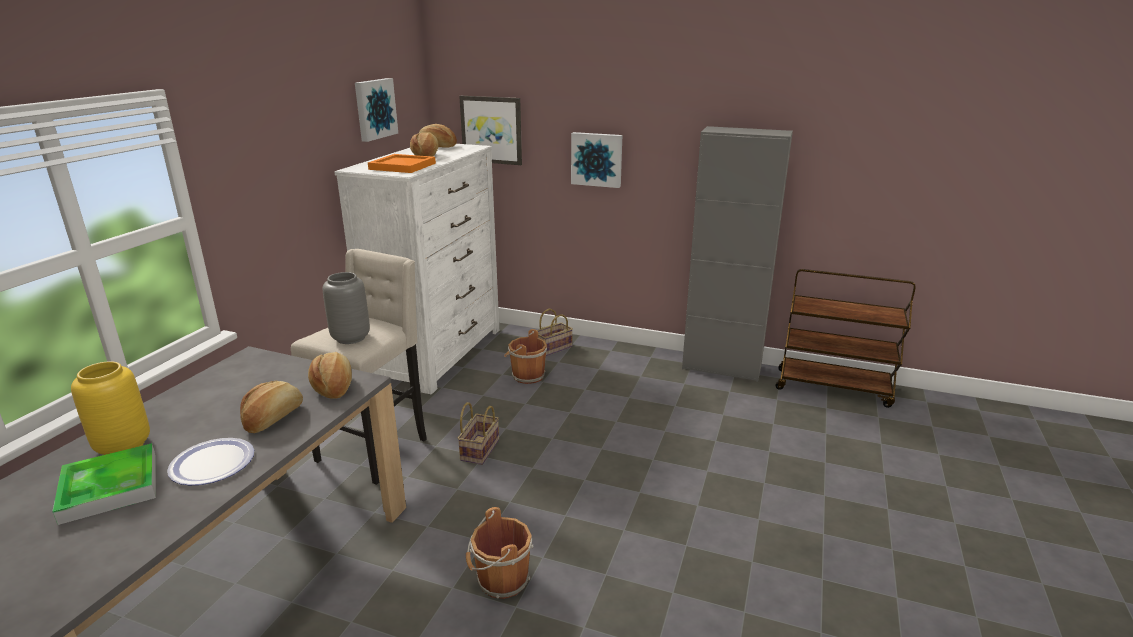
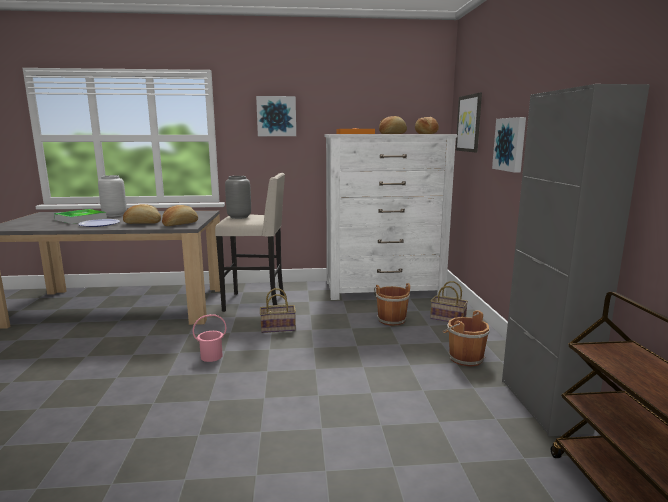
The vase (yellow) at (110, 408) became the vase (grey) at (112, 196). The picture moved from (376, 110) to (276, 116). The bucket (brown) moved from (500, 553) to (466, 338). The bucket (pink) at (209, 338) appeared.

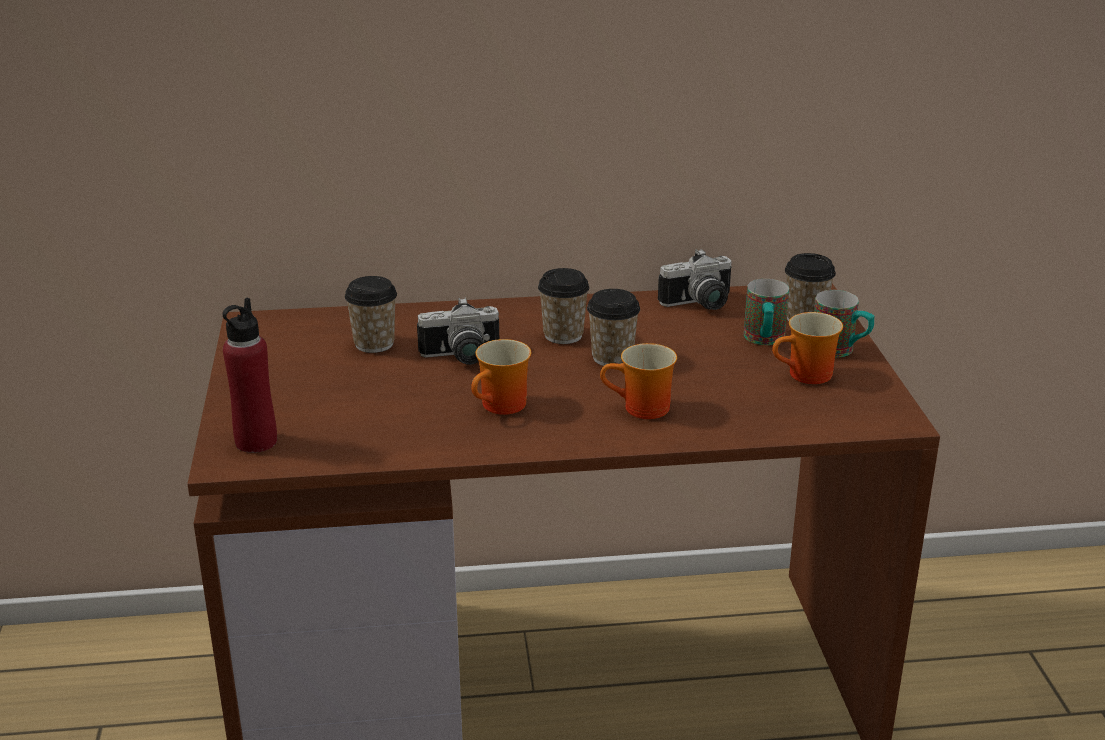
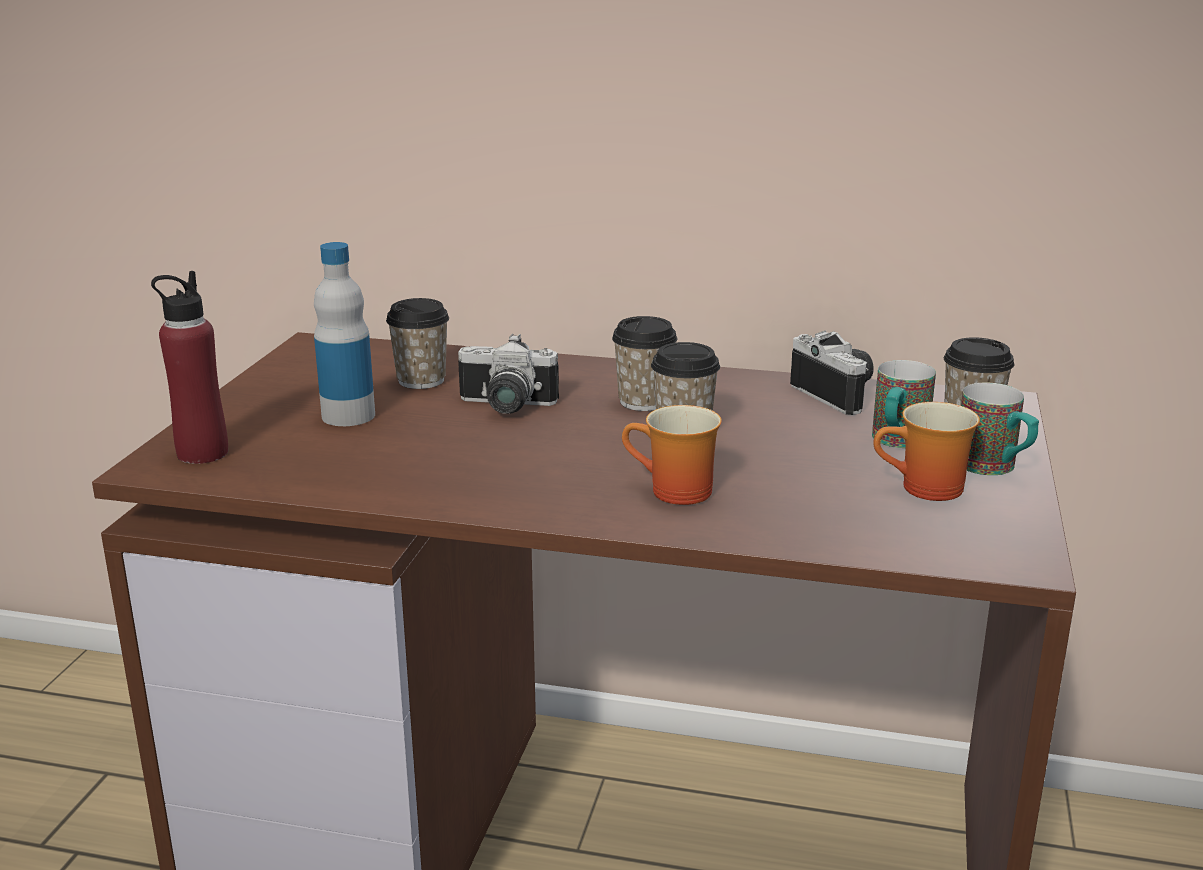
The mug at (501, 377) disappeared. The photo camera at (695, 279) turned 120 degrees counterclockwise. The bottle at (344, 334) appeared.

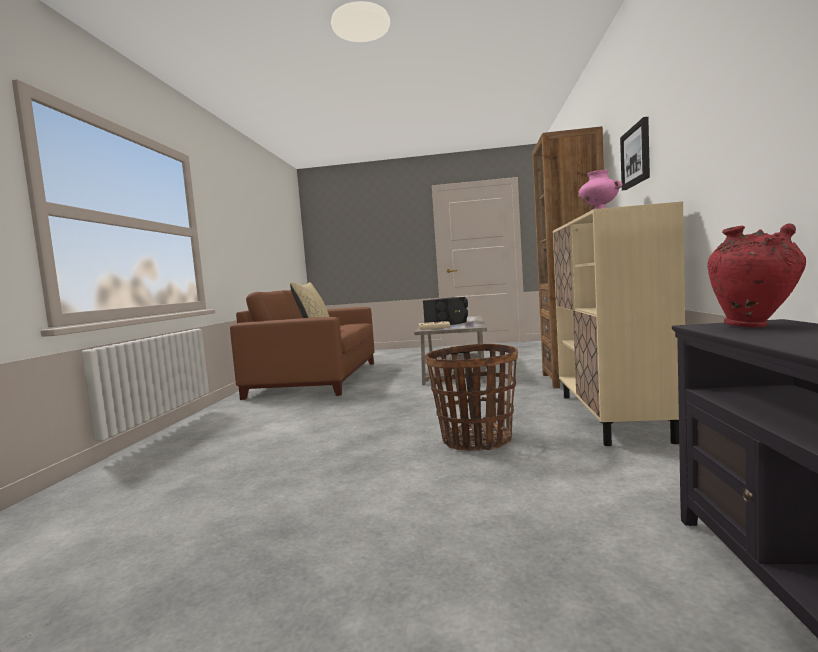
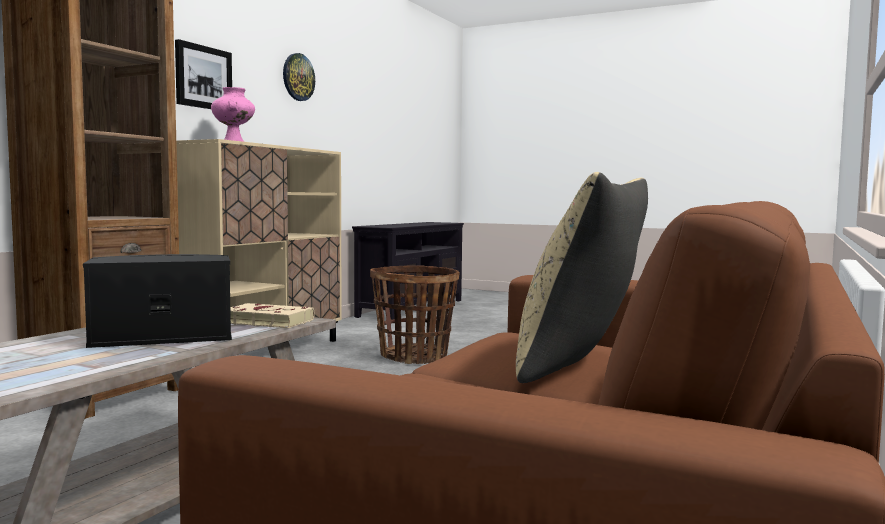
The vase (red) at (756, 275) disappeared. The wall clock at (299, 77) appeared.

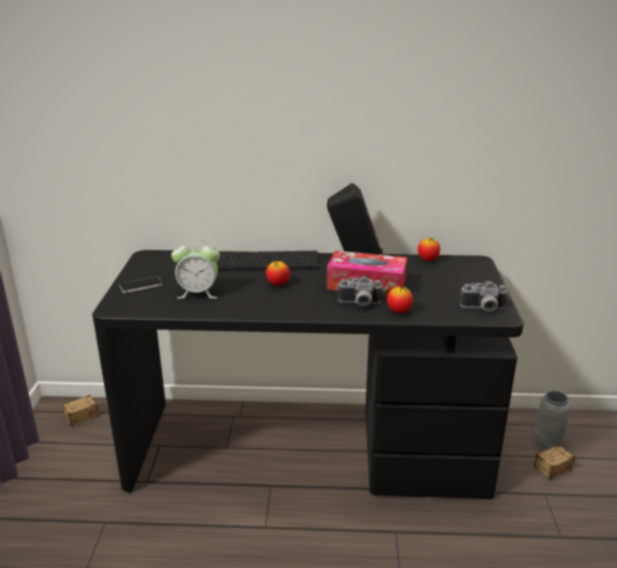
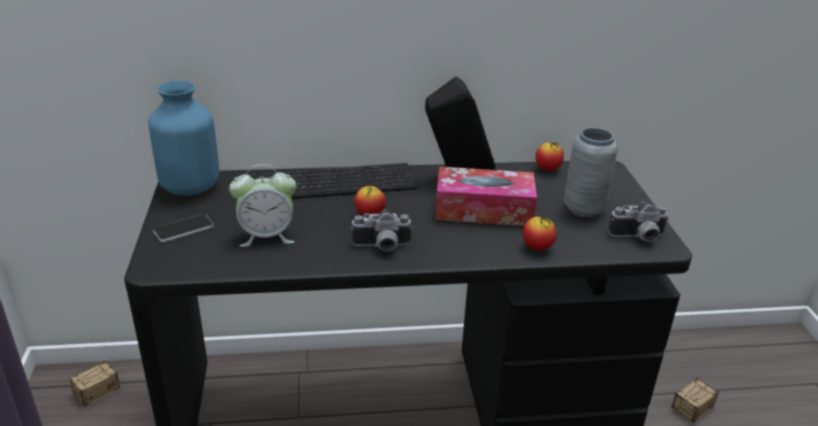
The photo camera moved from (360, 290) to (382, 230). The vase (grey) moved from (552, 420) to (591, 172). The vase (blue) at (184, 138) appeared.

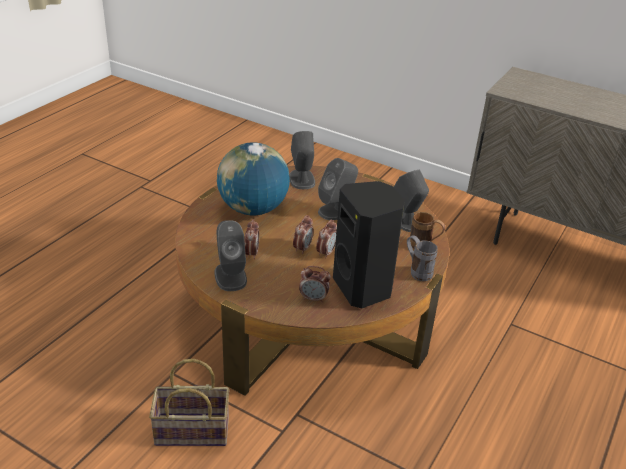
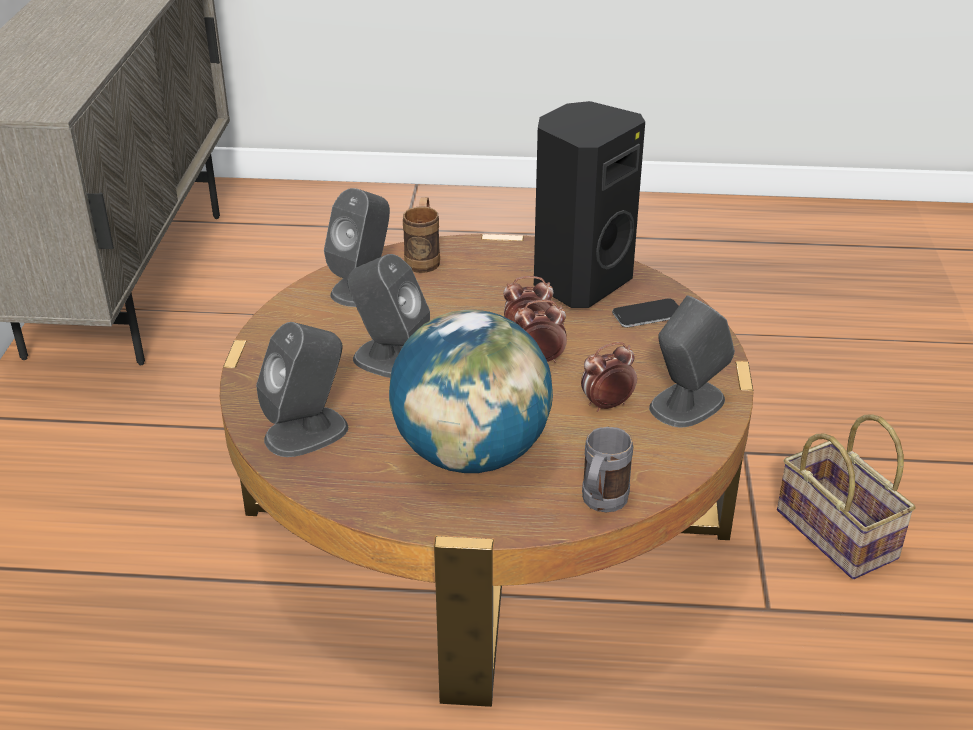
The alarm clock at (315, 284) was replaced by the phone at (645, 312). The mug (grey) moved from (422, 258) to (607, 469).

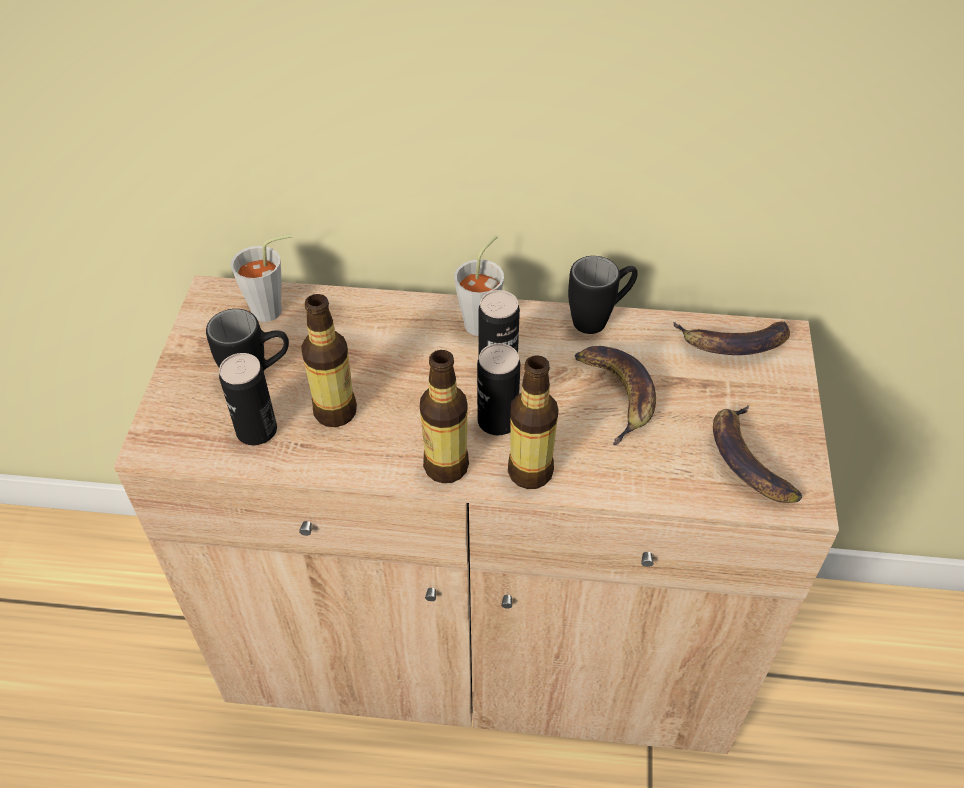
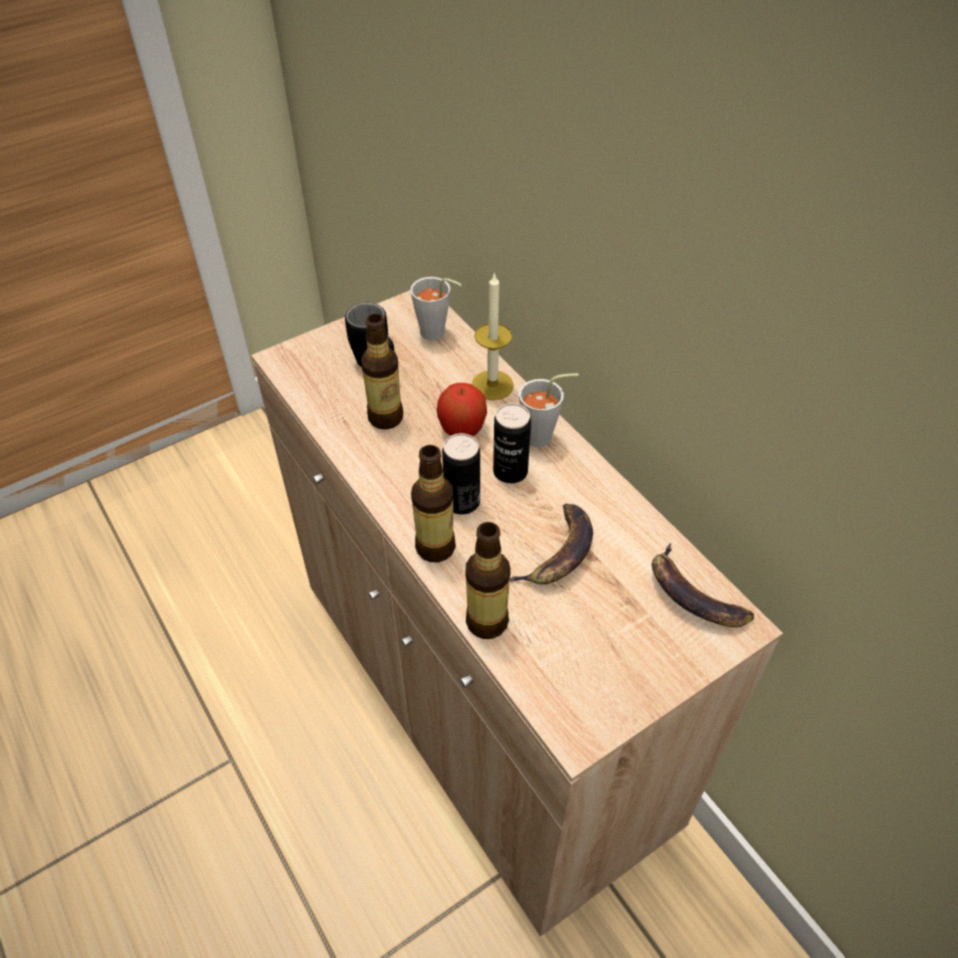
The can at (248, 399) disappeared. The bottle moved from (444, 416) to (488, 580). The mug (black) at (603, 295) disappeared. The banana at (757, 454) disappeared. The apple at (462, 409) appeared. The candle at (493, 336) appeared.

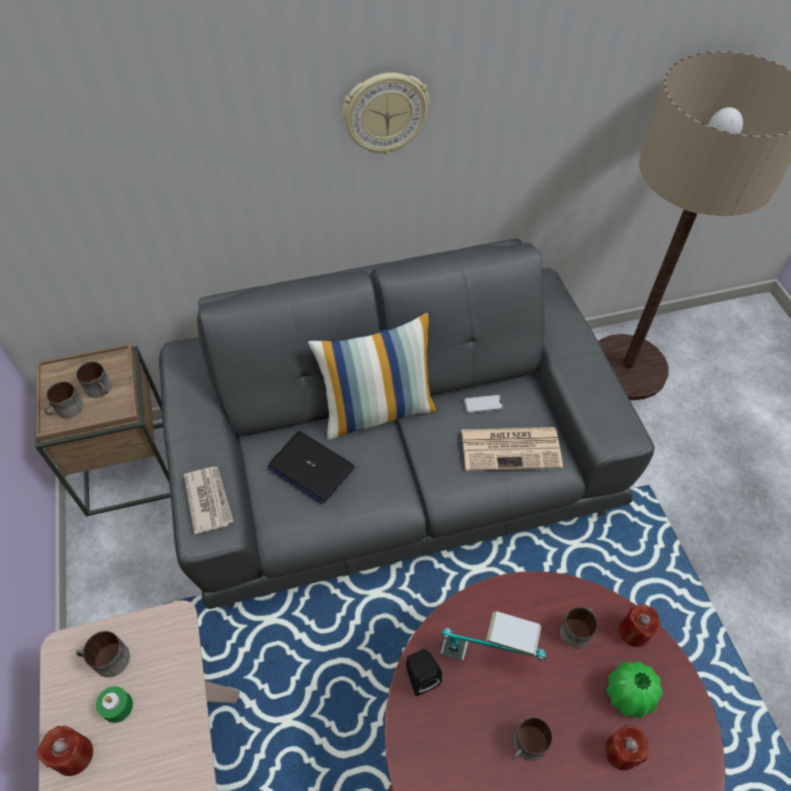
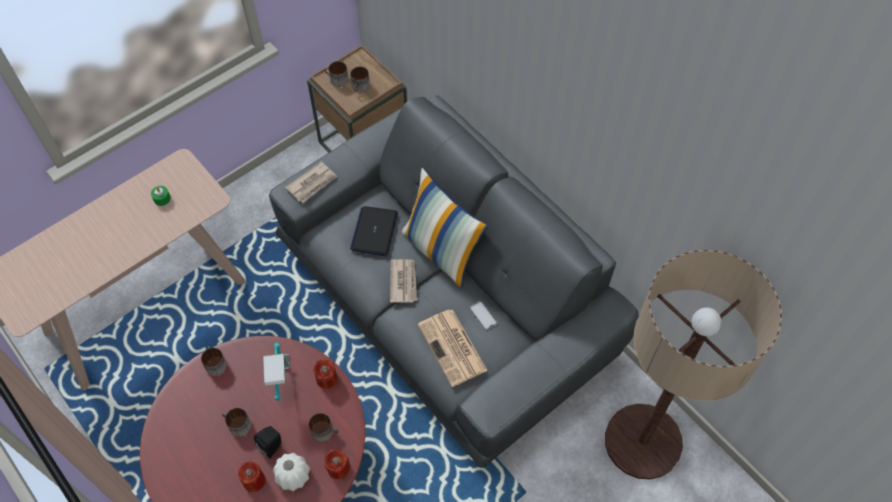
The candle (red) moved from (64, 751) to (325, 374). The mug moved from (103, 654) to (214, 361). The wall clock at (386, 113) disappeared. The speaker (black) moved from (424, 672) to (267, 442). The vase (green) at (634, 690) became the vase (white) at (291, 472). The newspaper at (403, 281) appeared.

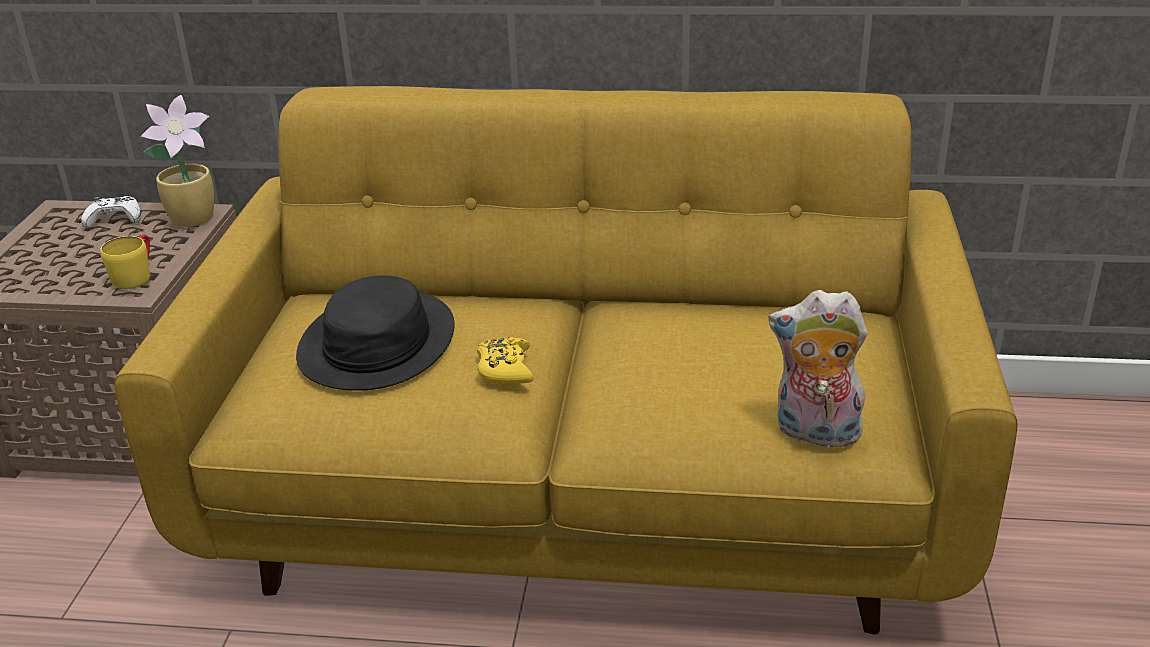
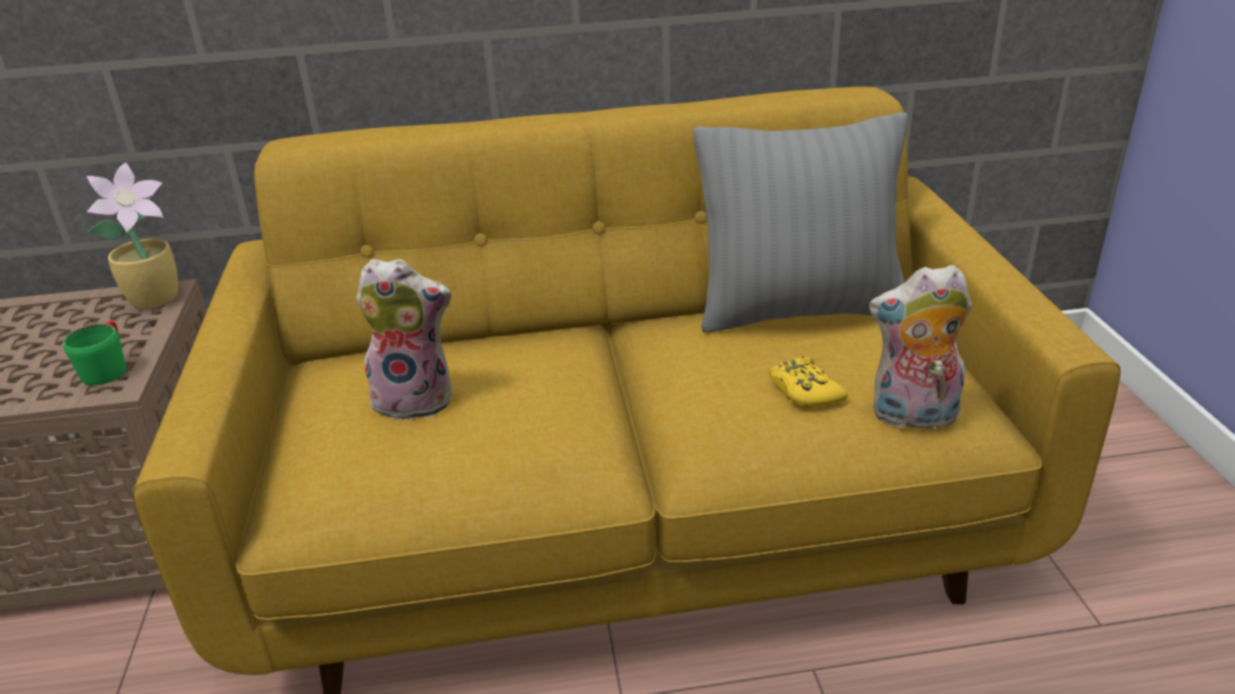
The game controller (white) at (111, 212) disappeared. The mug (yellow) at (125, 261) became the mug (green) at (94, 353). The hat (black) at (375, 332) was replaced by the plush toy at (404, 340). The game controller (yellow) moved from (505, 361) to (808, 382). The pillow (grey) at (800, 222) appeared.

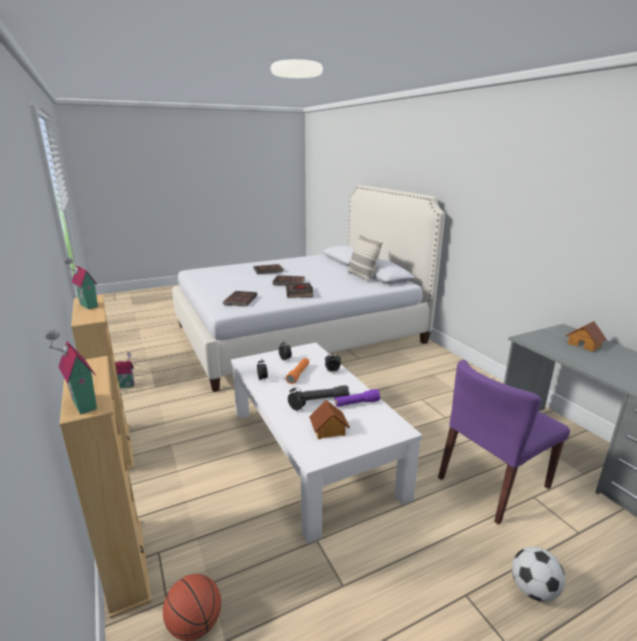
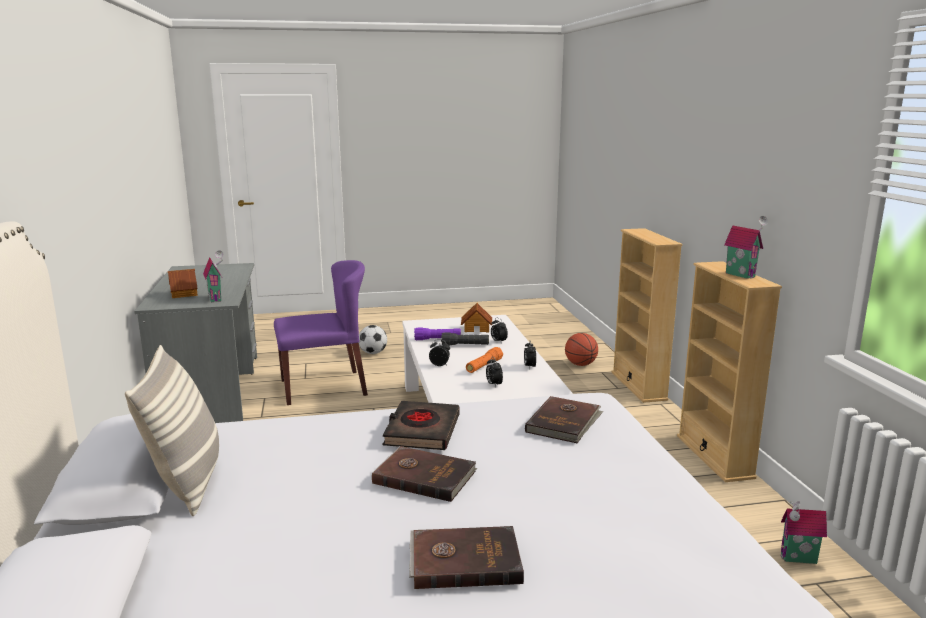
The toy house moved from (70, 372) to (213, 276).

